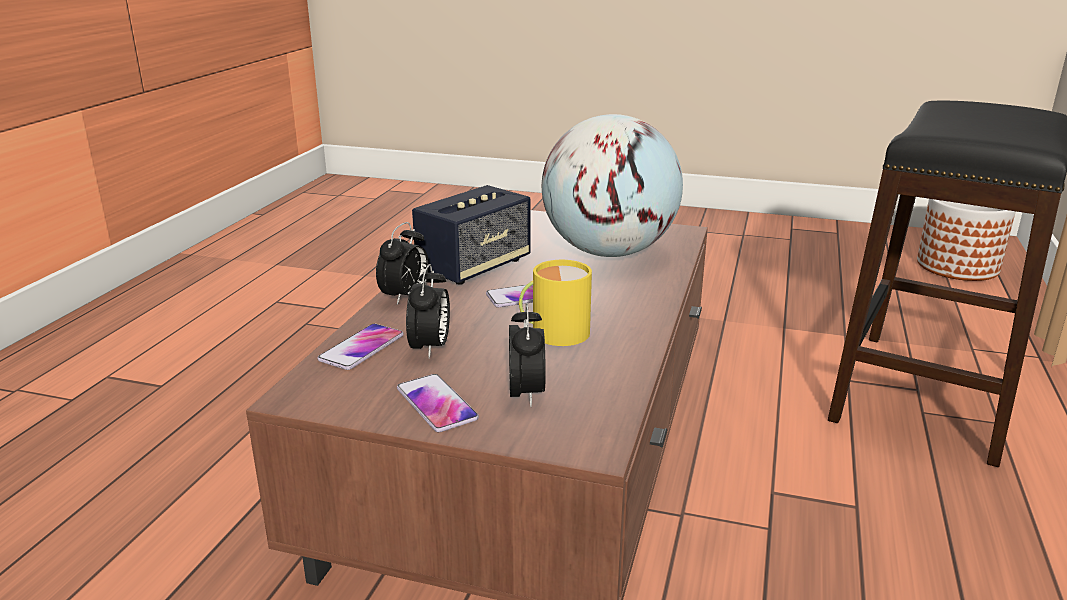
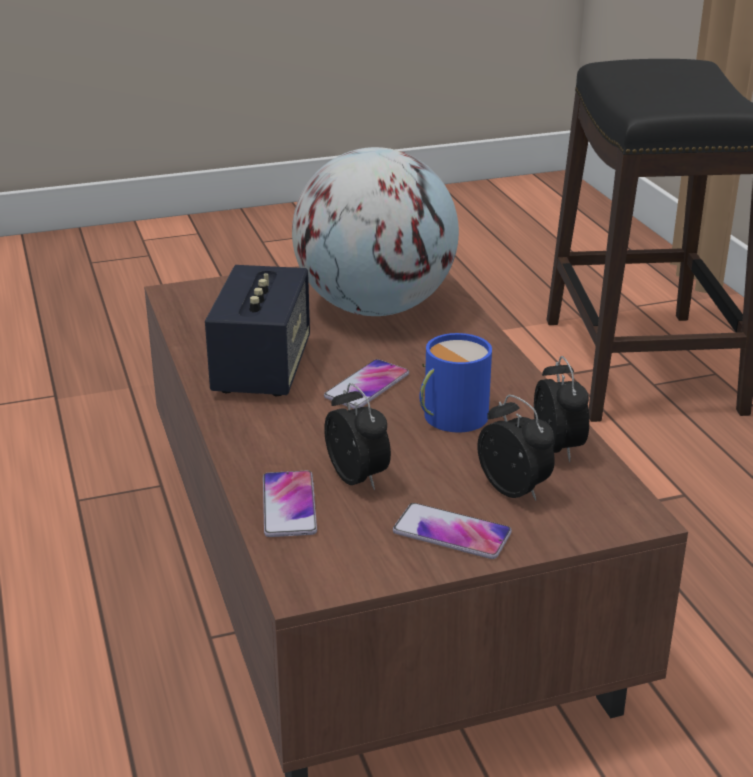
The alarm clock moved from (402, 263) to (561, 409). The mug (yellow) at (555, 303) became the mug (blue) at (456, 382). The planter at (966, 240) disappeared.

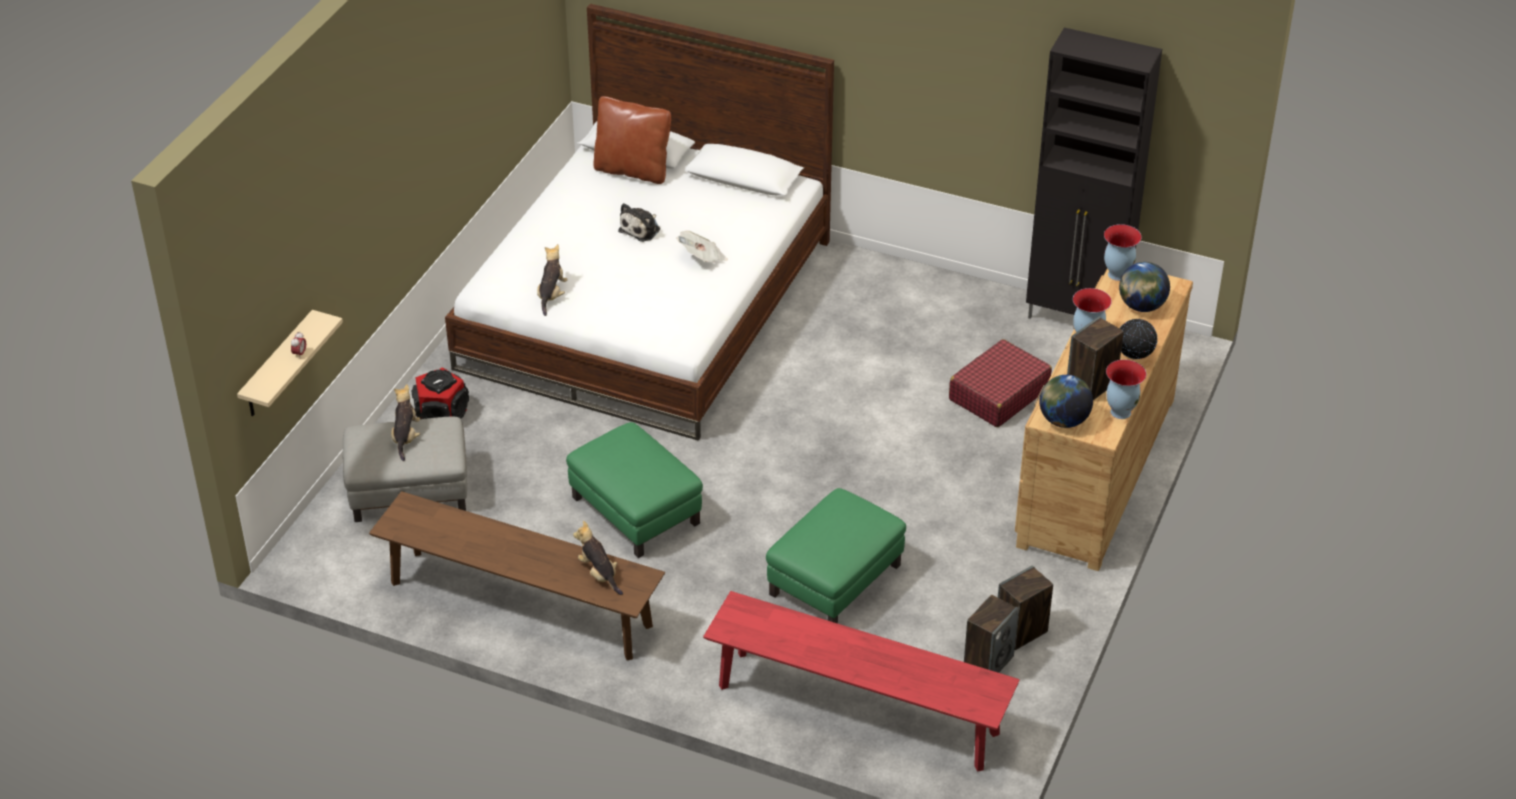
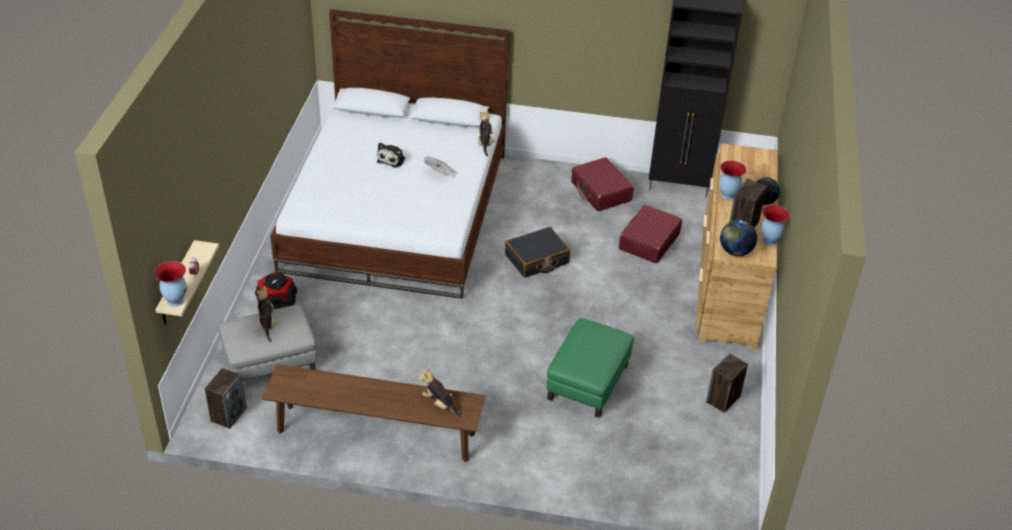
The plush toy moved from (552, 280) to (487, 133). The ottoman (green) at (634, 490) disappeared. The pillow (brown) at (632, 140) disappeared. The bench (red) at (861, 681) disappeared. The speaker moved from (991, 634) to (226, 398). The vase moved from (1123, 252) to (170, 284). The globe at (1144, 287) disappeared. The suitcase (black) at (537, 252) appeared. The suitcase (red) at (602, 184) appeared.

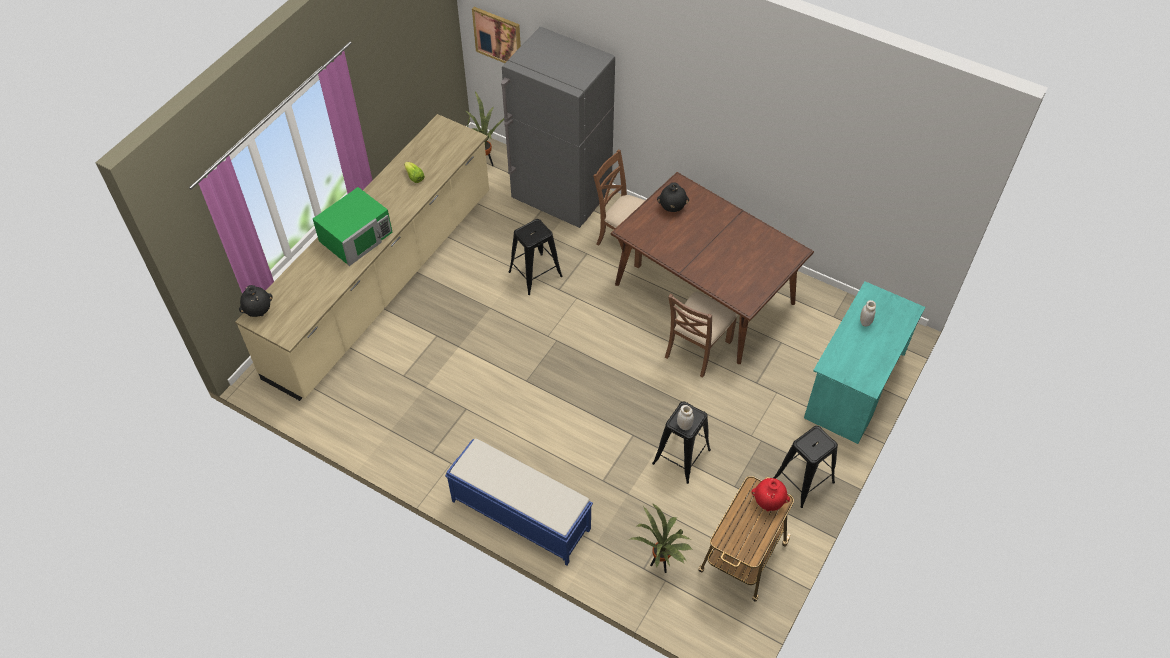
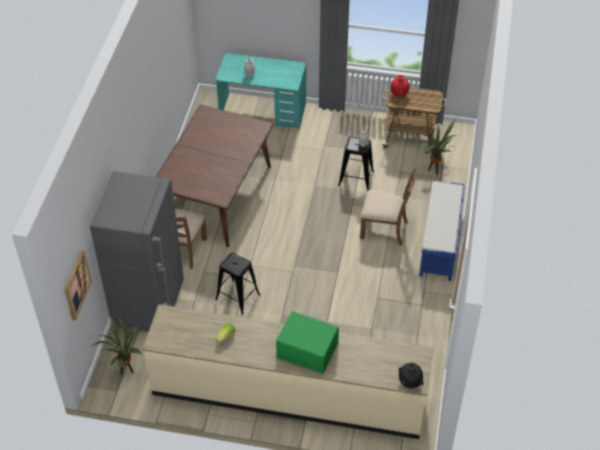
The vase (black) at (673, 197) disappeared. The chair (brown) moved from (701, 335) to (388, 206). The stool (black) at (805, 467) disappeared.

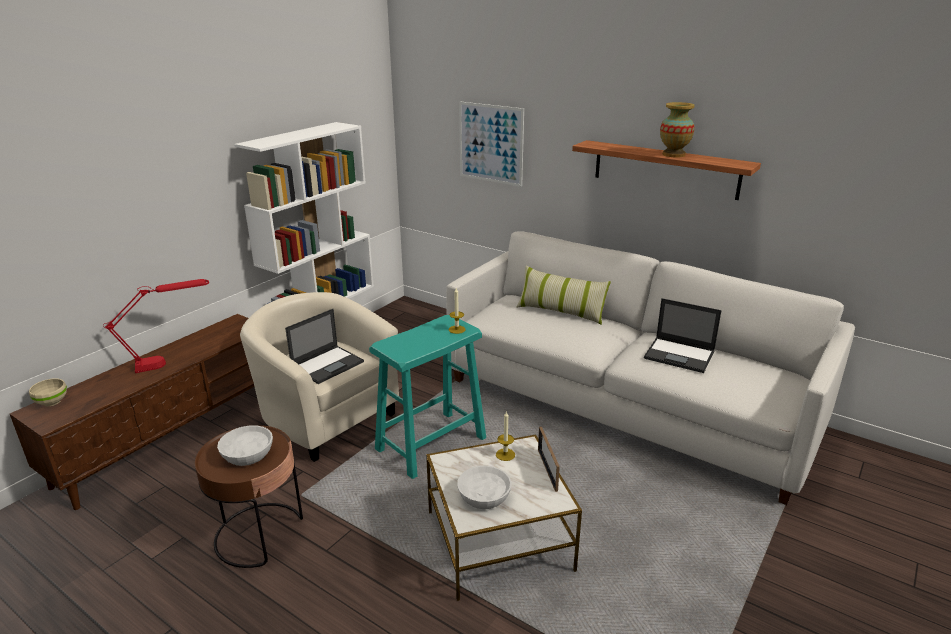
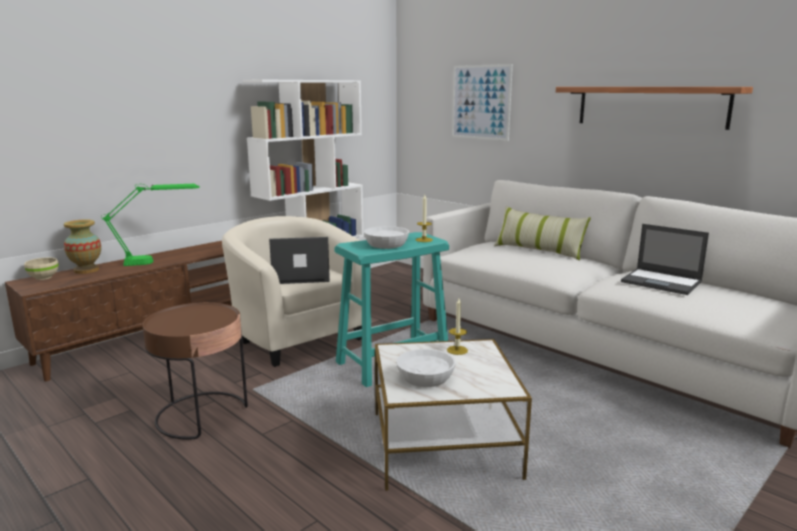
The table lamp (red) at (156, 326) became the table lamp (green) at (150, 225). The bowl (white) moved from (245, 445) to (386, 237). The laptop at (324, 346) turned 150 degrees counterclockwise. The picture frame at (549, 459) disappeared. The vase moved from (677, 130) to (82, 247).

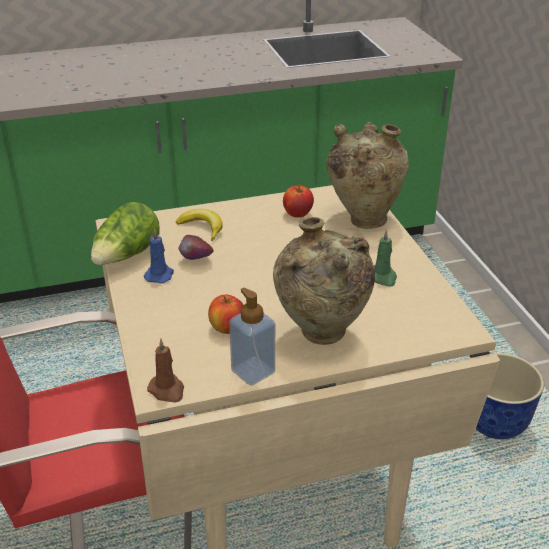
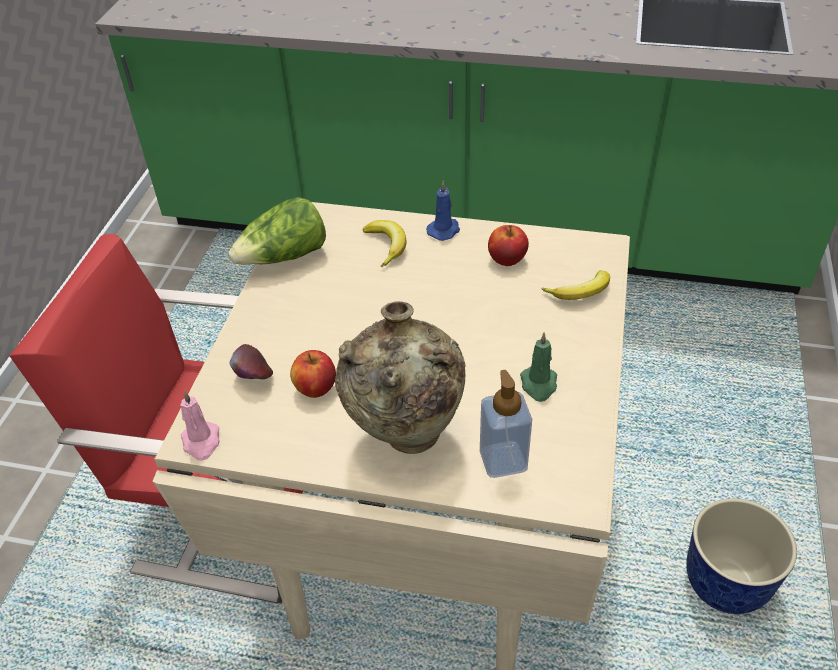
The candle (blue) moved from (159, 256) to (443, 211). The candle (brown) at (165, 371) became the candle (pink) at (200, 426). The apple moved from (196, 247) to (251, 361). The soap dispenser moved from (252, 336) to (506, 424). The vase (beige) at (367, 175) was replaced by the banana at (576, 285).

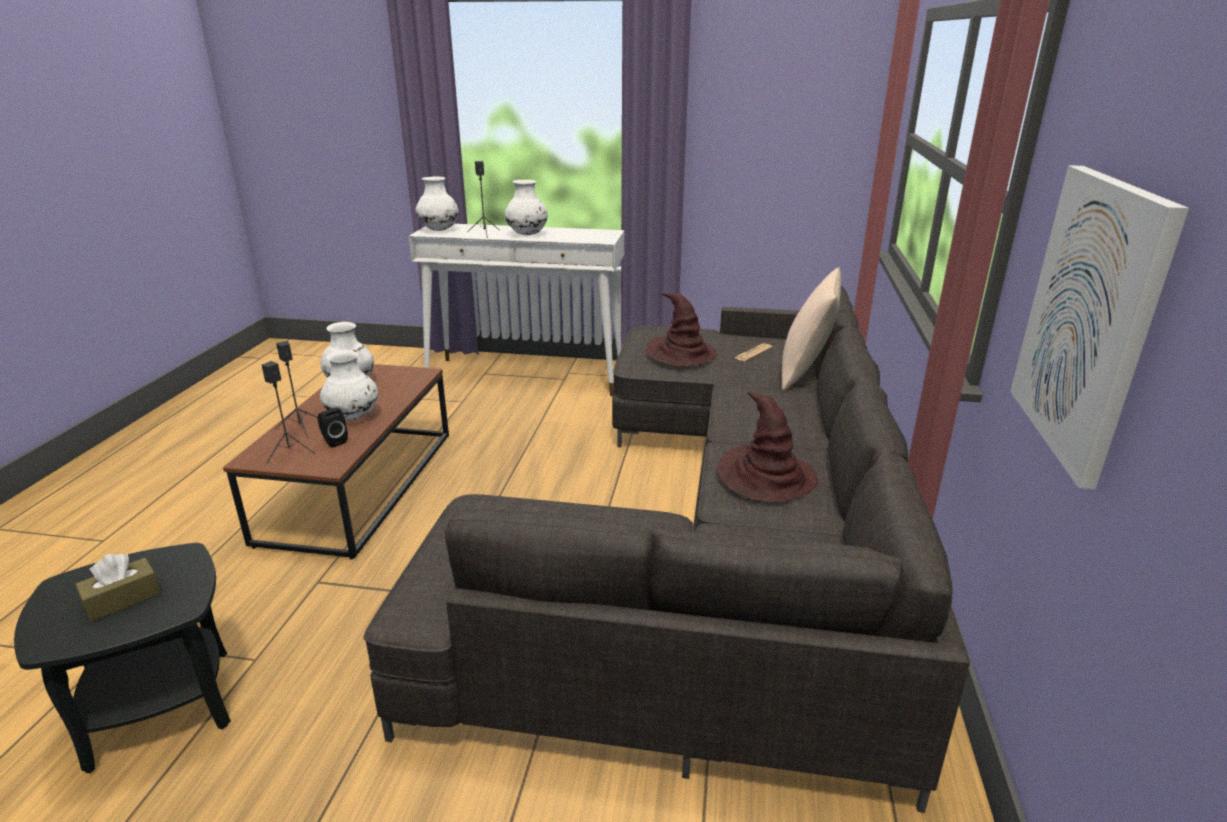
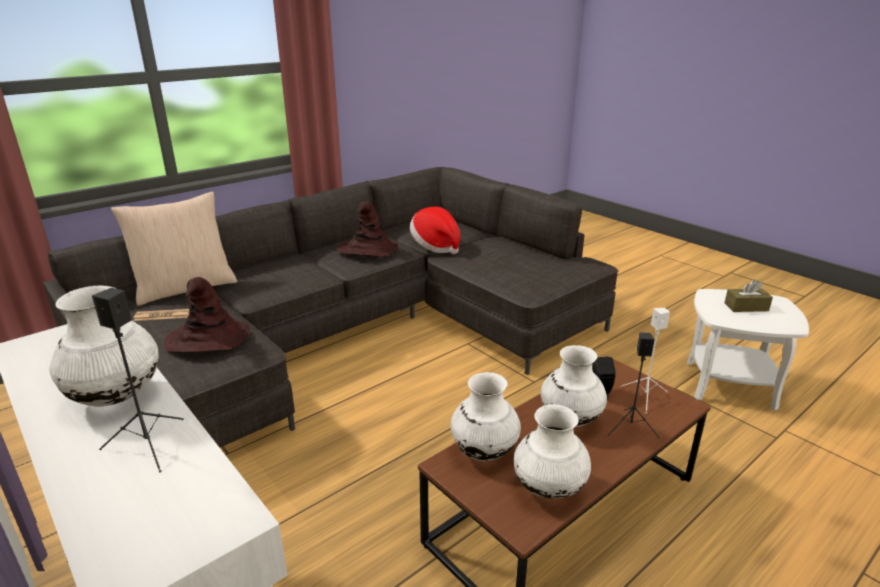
The side table (black) at (122, 658) became the side table (white) at (748, 350). The speaker (black) at (289, 412) became the speaker (white) at (645, 360). The vase (white) moved from (437, 203) to (486, 416). The picture at (1099, 327) disappeared. The hat at (435, 230) appeared.

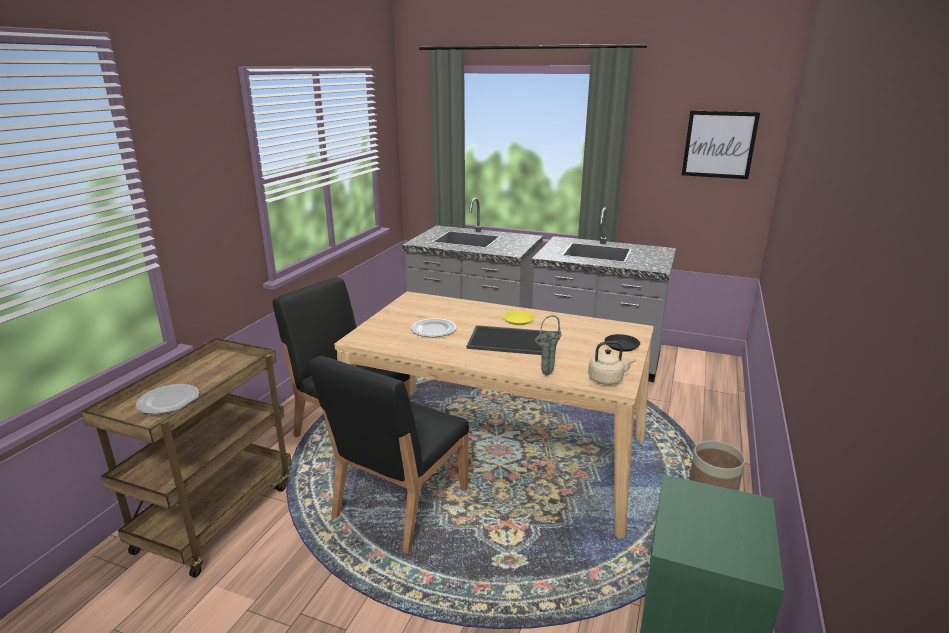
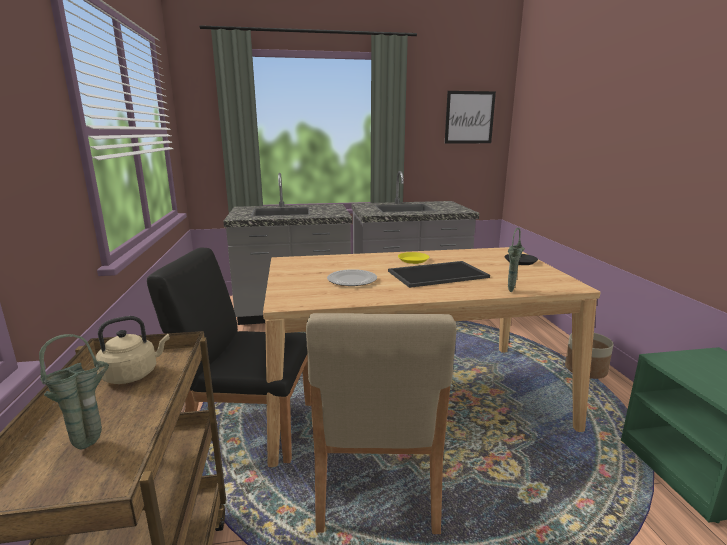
The plate at (167, 399) was replaced by the vase (green) at (74, 391). The chair (black) at (389, 455) became the chair (beige) at (381, 423). The kettle (beige) moved from (612, 363) to (133, 350).

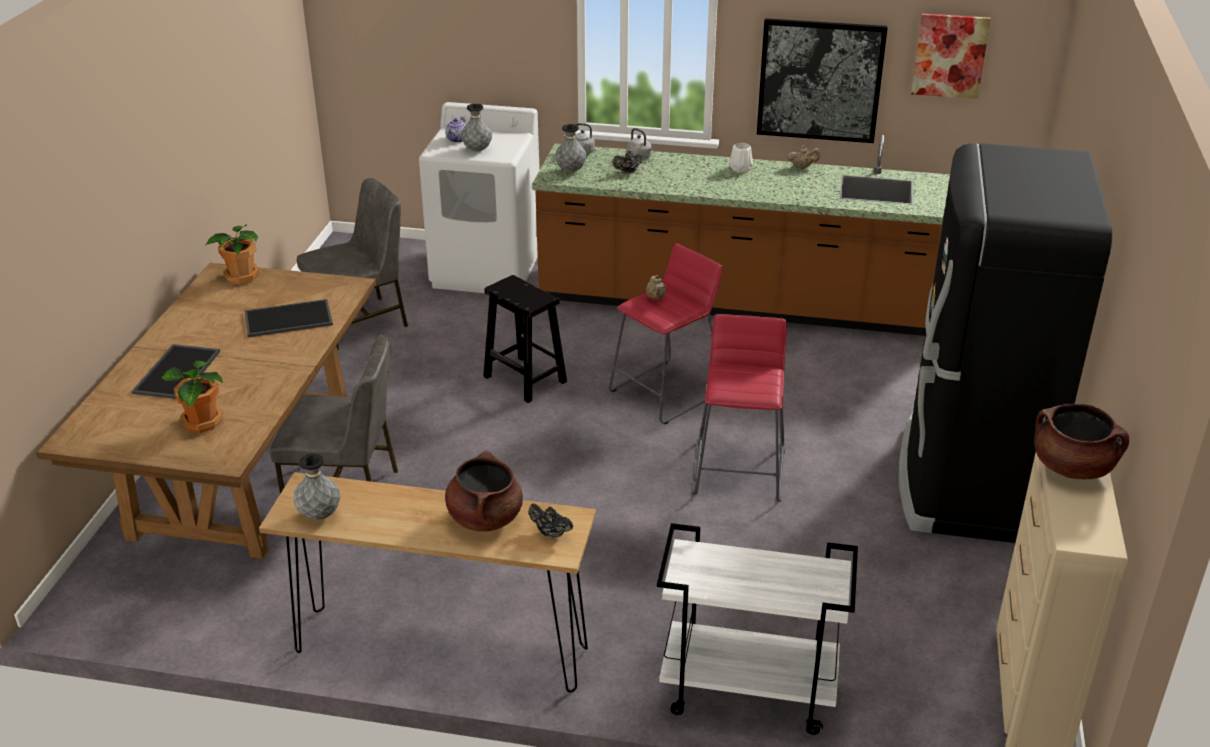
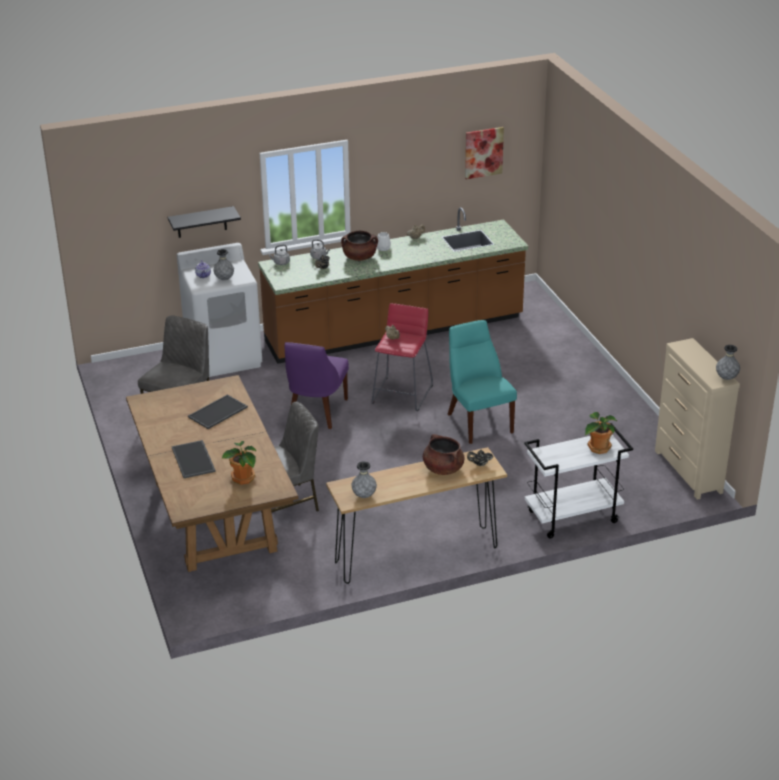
The potted plant moved from (231, 255) to (601, 433). The stool (black) at (525, 339) was replaced by the chair (purple) at (317, 385). The vase (grey) moved from (570, 148) to (728, 362). The stool (red) at (740, 408) was replaced by the chair (turquoise) at (482, 382). The picture at (822, 80) disappeared. The fridge (black) at (1005, 343) disappeared. The cooking pot (brown) moved from (1081, 441) to (359, 246). The shelf (black) at (204, 222) appeared.

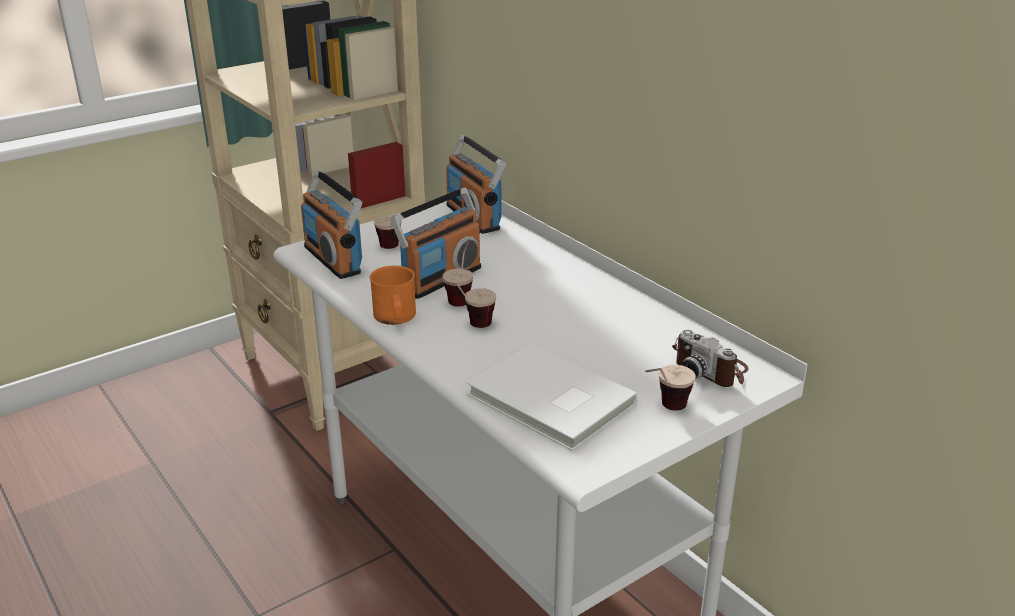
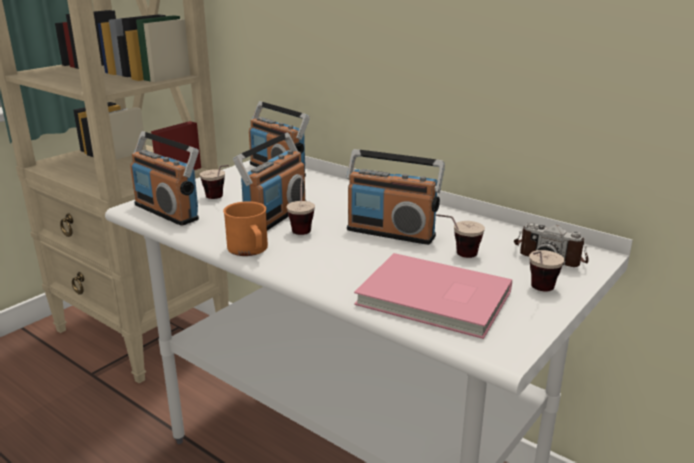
The cup moved from (466, 304) to (460, 236). The book (white) at (552, 397) became the book (pink) at (433, 296). The radio at (395, 197) appeared.

